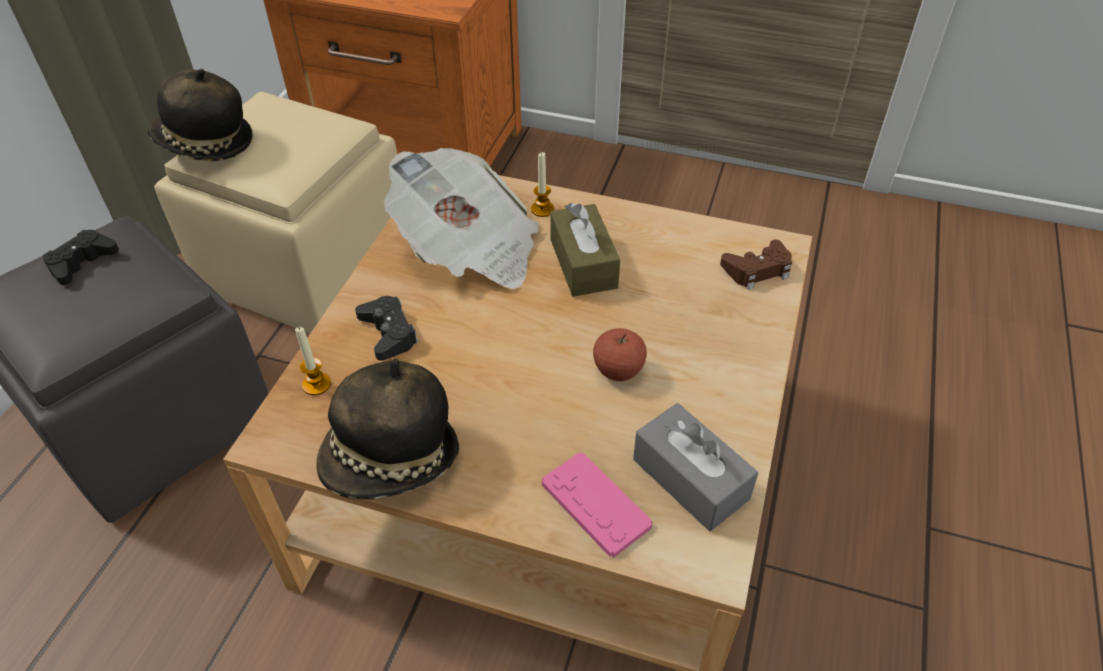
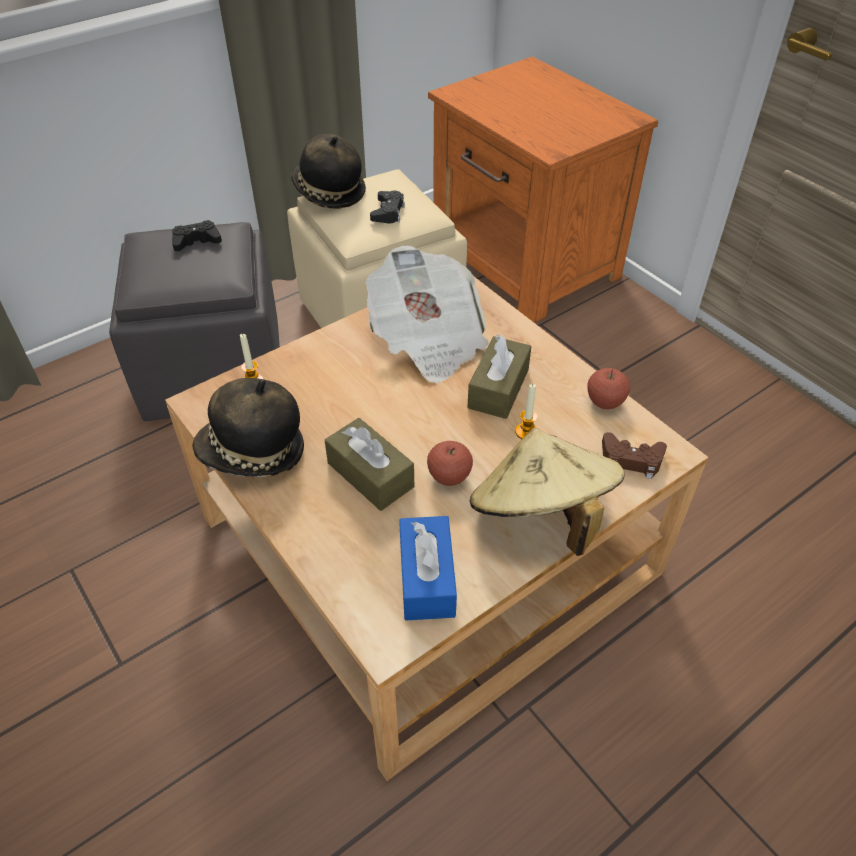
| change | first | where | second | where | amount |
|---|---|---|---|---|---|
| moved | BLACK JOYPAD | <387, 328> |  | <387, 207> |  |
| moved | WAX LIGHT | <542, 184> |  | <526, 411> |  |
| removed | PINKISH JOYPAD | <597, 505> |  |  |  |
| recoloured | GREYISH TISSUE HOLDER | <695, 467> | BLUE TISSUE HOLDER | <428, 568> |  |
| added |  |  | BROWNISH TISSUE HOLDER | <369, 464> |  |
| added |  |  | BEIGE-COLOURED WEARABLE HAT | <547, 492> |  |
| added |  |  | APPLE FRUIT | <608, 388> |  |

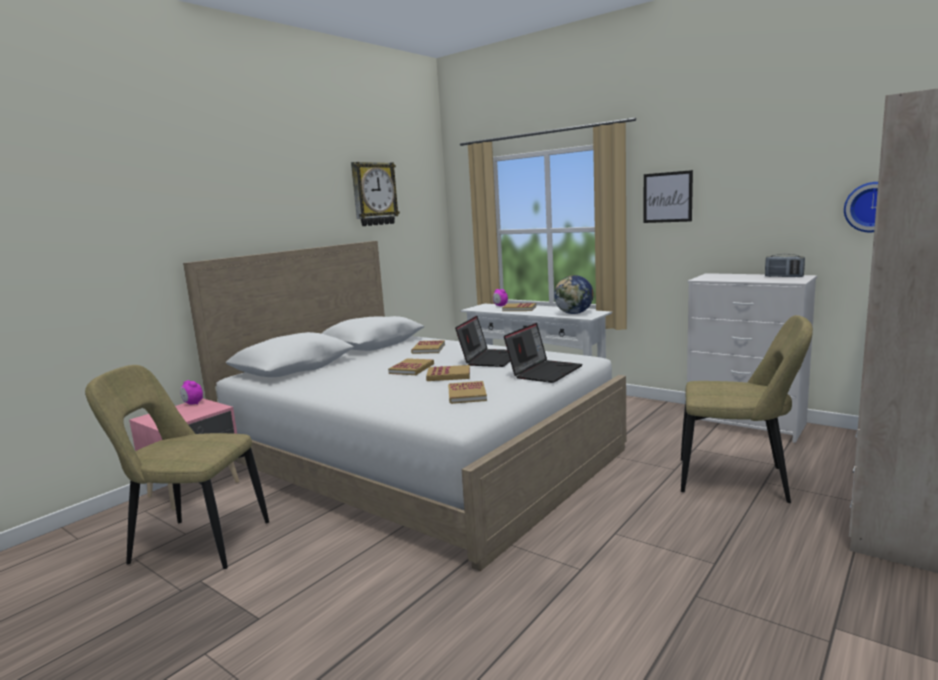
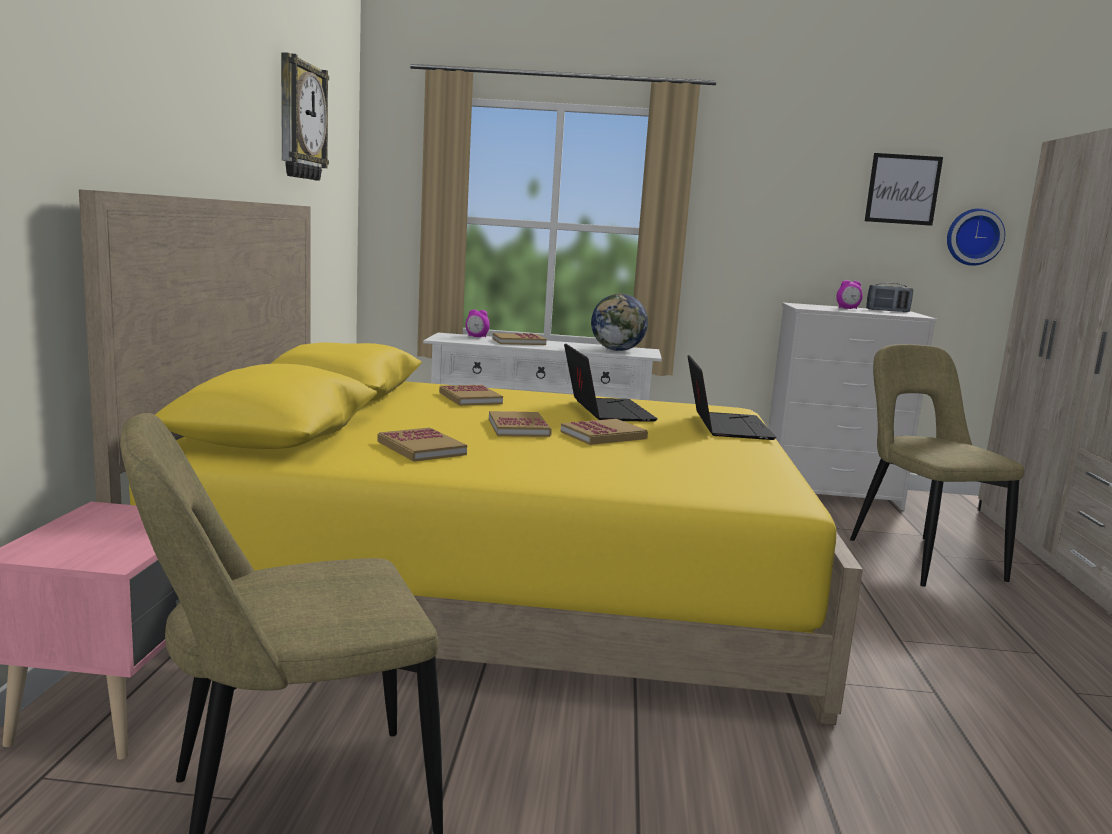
| change | first | where | second | where | amount |
|---|---|---|---|---|---|
| moved | TABLE CLOCK | <191, 392> |  | <849, 294> |  |
| recoloured | WHITISH SLEEPING BED | <404, 406> | YELLOW-COLOURED SLEEPING BED | <471, 457> |  |
| moved | BOUND BOOK | <467, 392> |  | <422, 444> |  |
| moved | WALL ART | <668, 196> |  | <904, 189> |  |
| turned | BEIGE-COLOURED UPRIGHT CHAIR | <747, 409> |  | <937, 465> | 90 degrees counterclockwise |

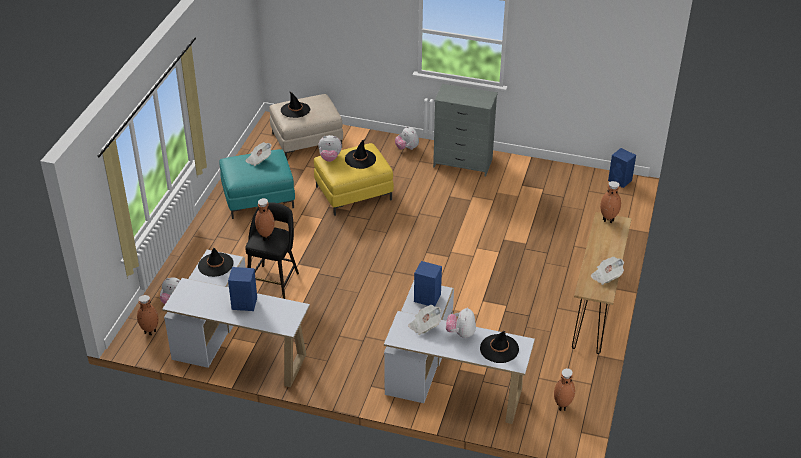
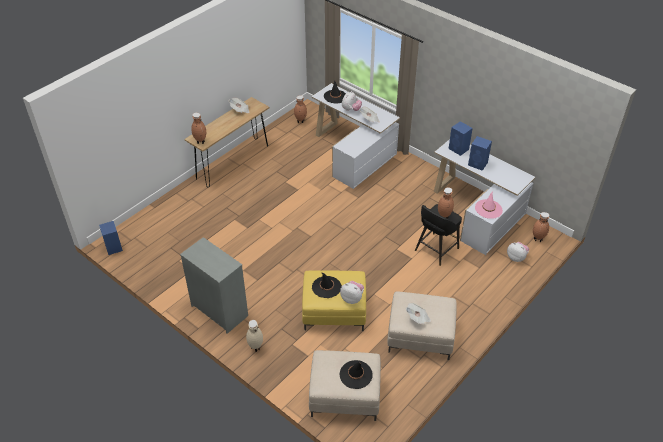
| change | first | where | second | where | amount |
|---|---|---|---|---|---|
| recoloured | BLACK WEARABLE HAT | <215, 262> | PINKISH WEARABLE HAT | <489, 205> |  |
| recoloured | BLUE-GREEN FOOTREST | <257, 184> | BEIGE-COLOURED FOOTREST | <422, 326> |  |
| replaced | SOFT TOY | <407, 138> | BEIGE-COLOURED VASE | <254, 336> |  |
| moved | BLUE SPEAKER | <428, 283> |  | <460, 138> |  |

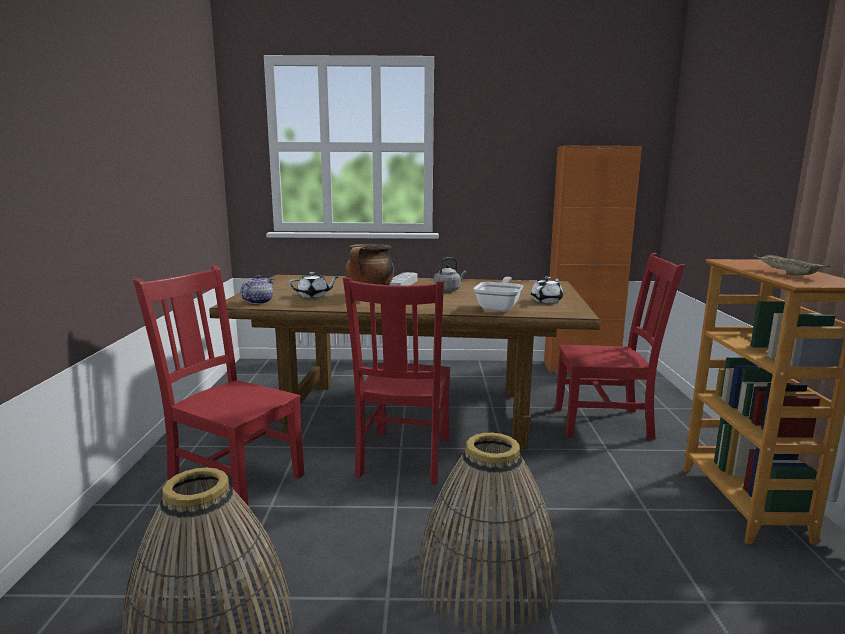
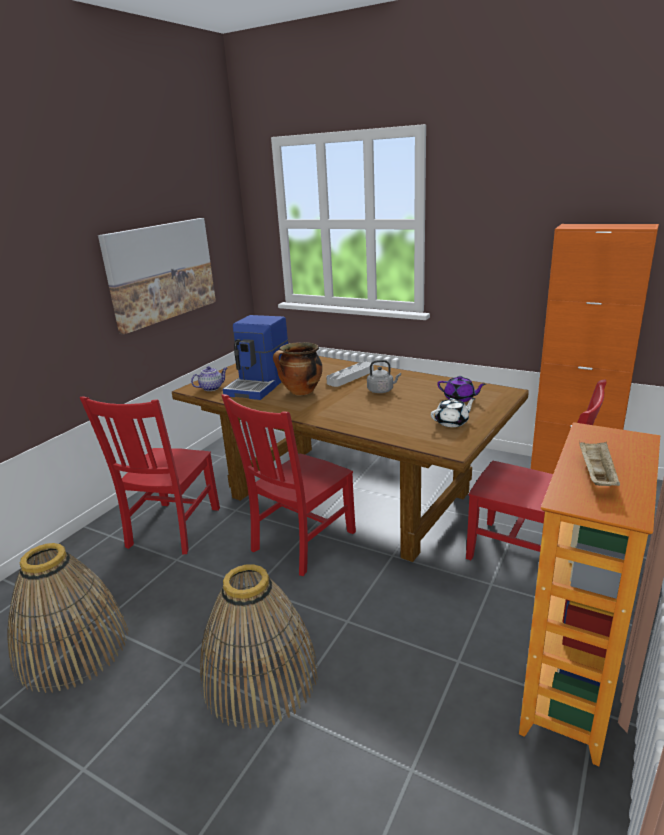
| change | first | where | second | where | amount |
|---|---|---|---|---|---|
| turned | RED UPRIGHT CHAIR | <219, 391> |  | <150, 476> | 135 degrees counterclockwise |
| replaced | WHITISH POT FOR TEA | <313, 285> | COFFEE MAKER | <255, 357> |  |
| removed | SKILLET | <498, 294> |  |  |  |
| added |  |  | WALL ART | <157, 276> |  |
| added |  |  | PURPLISH POT FOR TEA | <461, 389> |  |

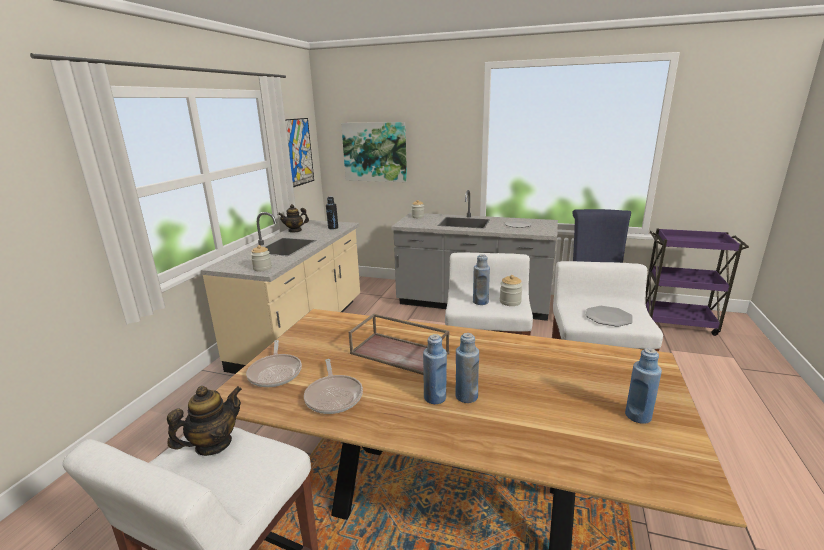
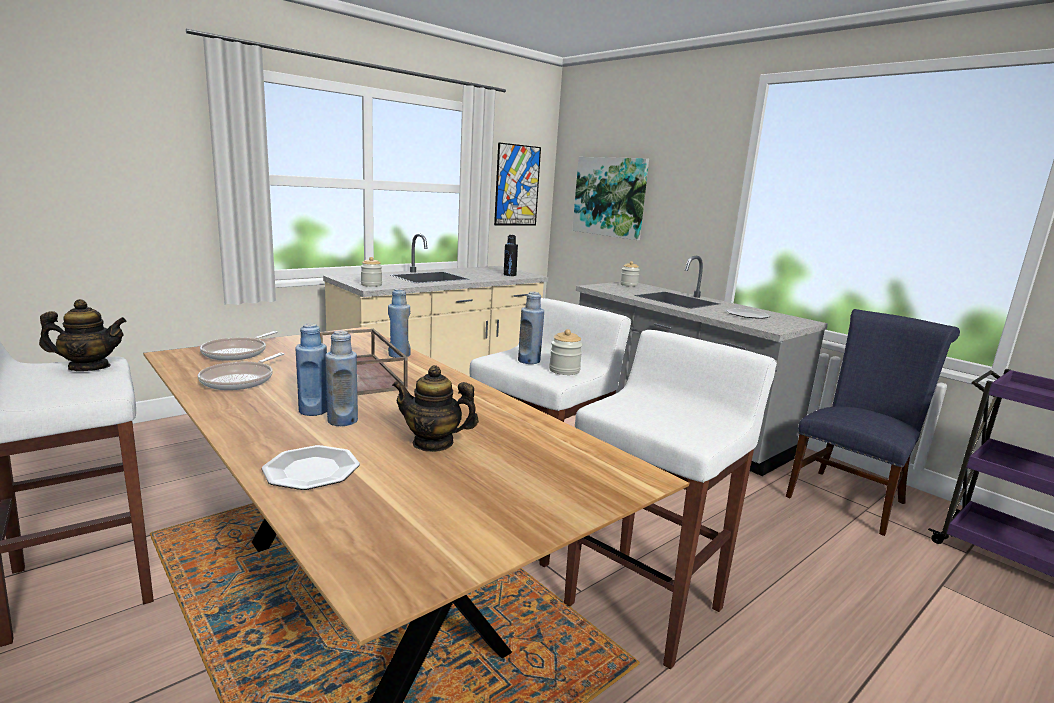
| change | first | where | second | where | amount |
|---|---|---|---|---|---|
| moved | POT FOR TEA | <293, 218> |  | <435, 408> |  |
| moved | PLATE | <609, 316> |  | <310, 467> |  |
| moved | BLUE BEVERAGE BOTTLE | <643, 386> |  | <399, 323> |  |

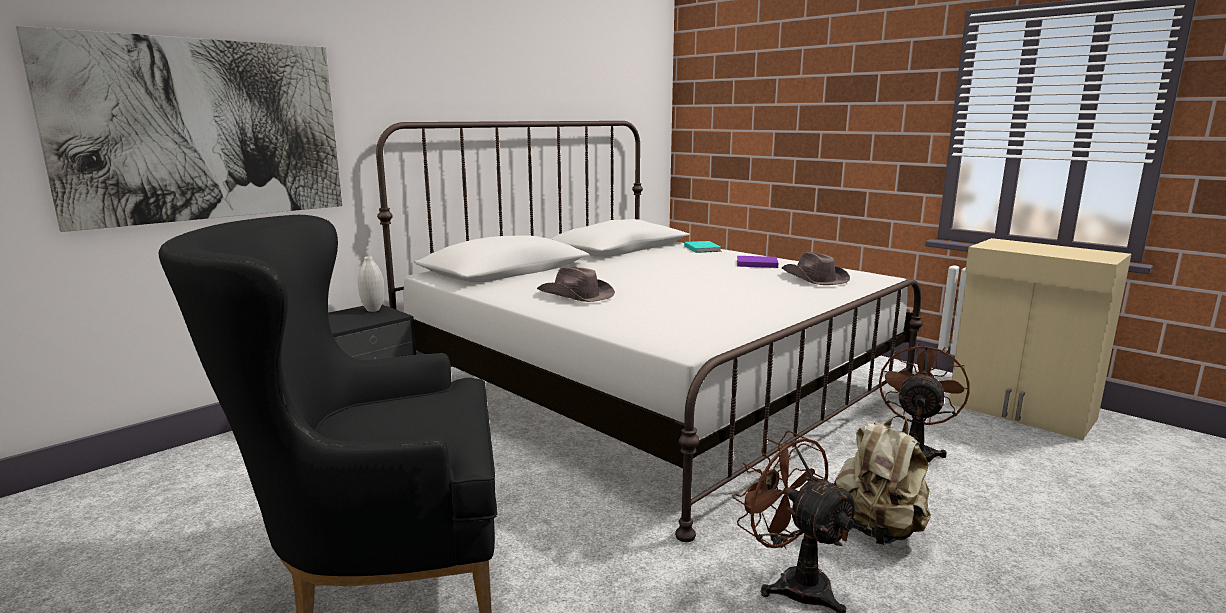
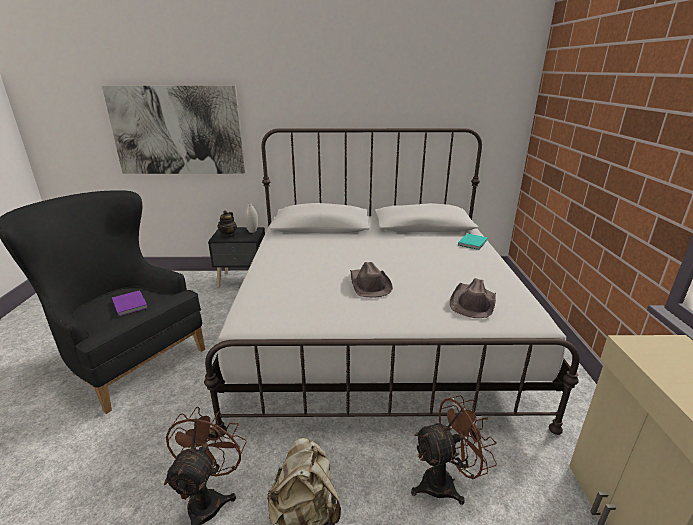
| change | first | where | second | where | amount |
|---|---|---|---|---|---|
| moved | BROWNISH WEARABLE HAT | <576, 284> |  | <371, 279> |  |
| moved | PURPLISH BOUND BOOK | <757, 262> |  | <130, 303> |  |
| added |  |  | POT FOR TEA | <227, 224> |  |

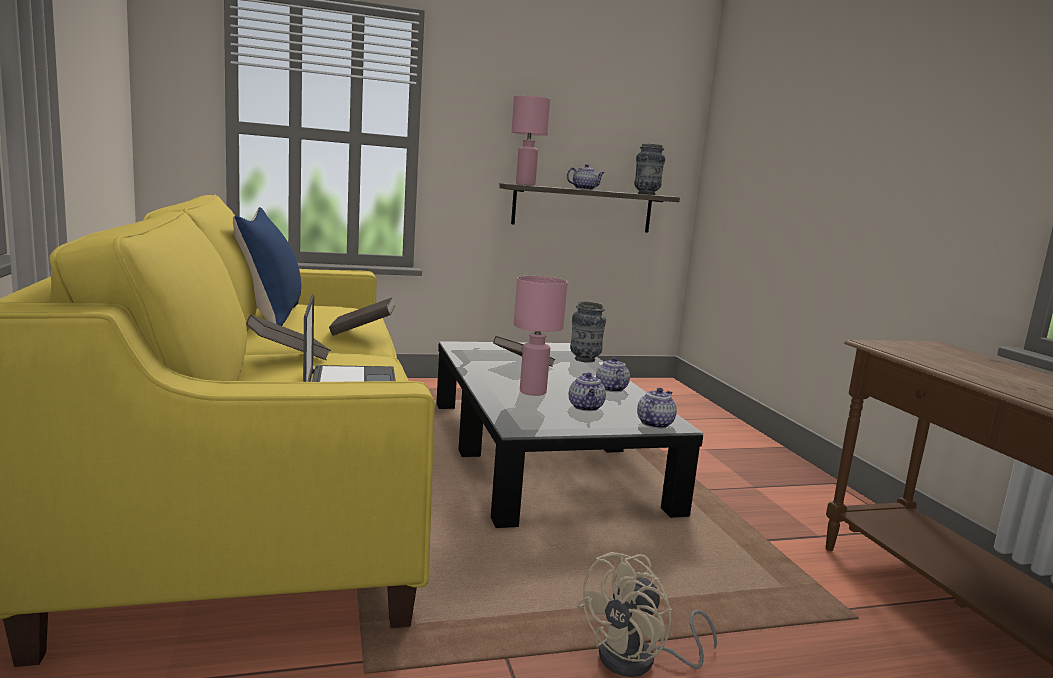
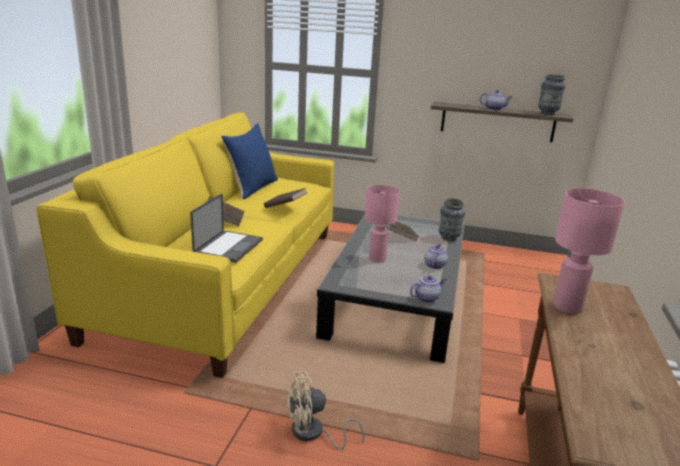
| change | first | where | second | where | amount |
|---|---|---|---|---|---|
| moved | PINKISH TABLE LAMP | <531, 141> |  | <589, 251> |  |
| removed | POT FOR TEA | <587, 392> |  |  |  |

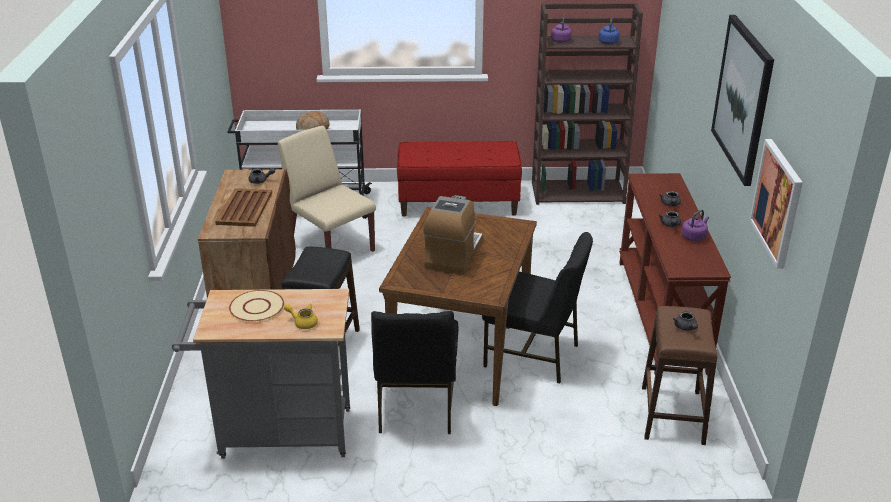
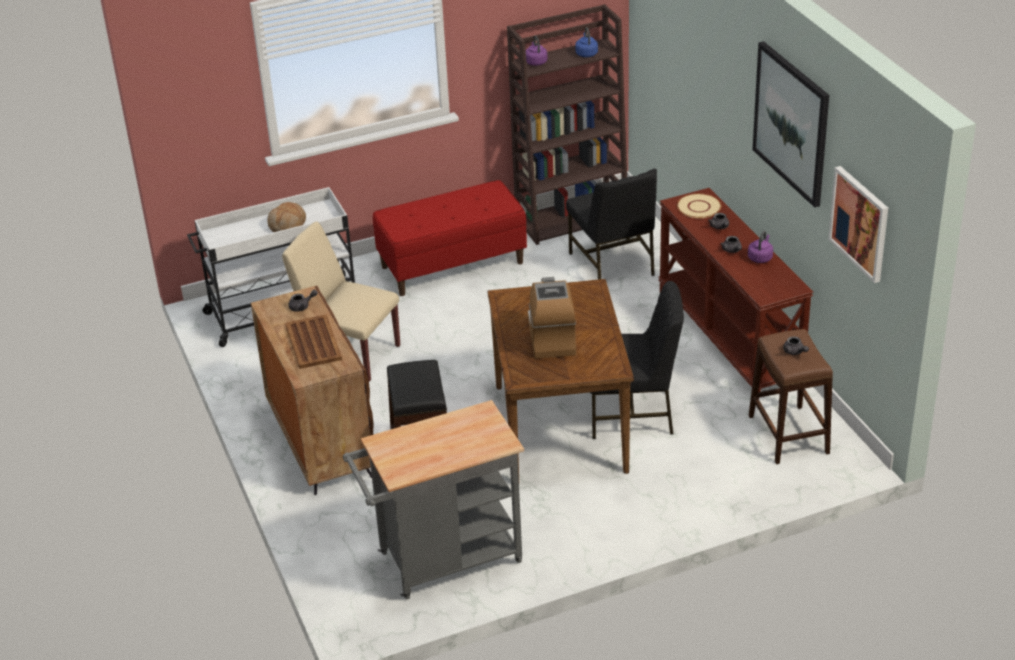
| change | first | where | second | where | amount |
|---|---|---|---|---|---|
| moved | BEIGE-COLOURED PLATE | <256, 306> |  | <699, 206> |  |
| removed | YELLOW-COLOURED POT FOR TEA | <301, 316> |  |  |  |
| moved | BLACK UPRIGHT CHAIR | <414, 372> |  | <611, 224> |  |

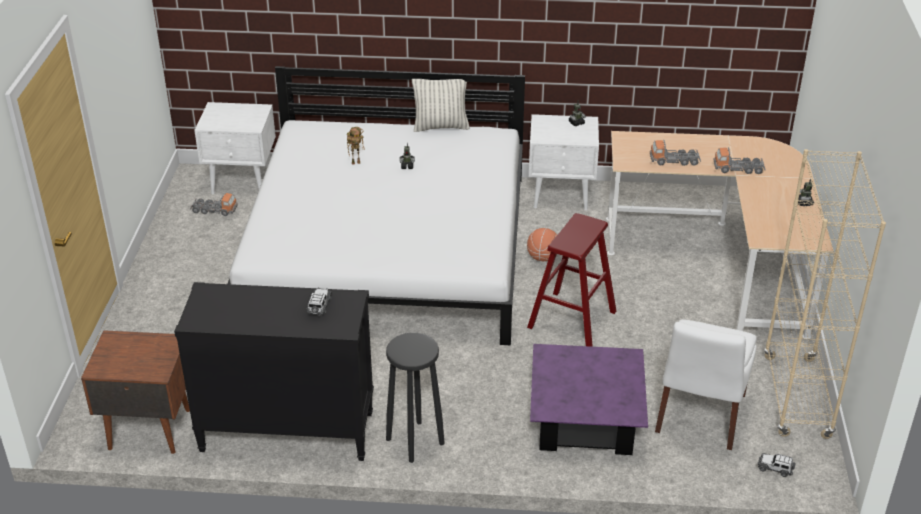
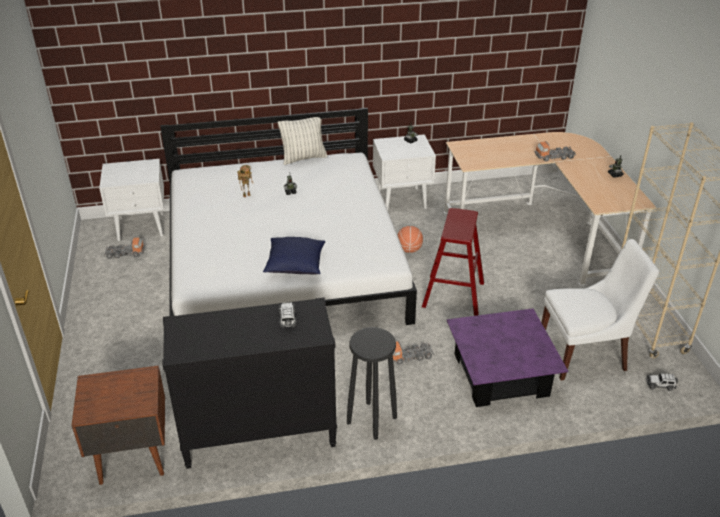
| change | first | where | second | where | amount |
|---|---|---|---|---|---|
| moved | MODEL TRUCK | <675, 153> |  | <413, 353> |  |
| turned | WHITISH UPRIGHT CHAIR | <706, 384> |  | <600, 310> | 105 degrees counterclockwise |
| added |  |  | BLUE PILLOW | <294, 256> |  |

